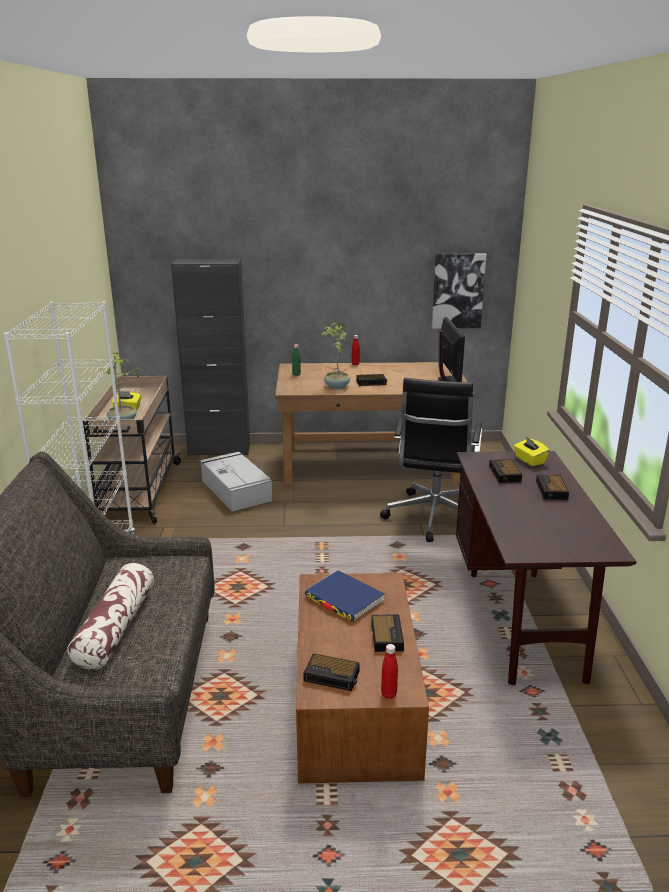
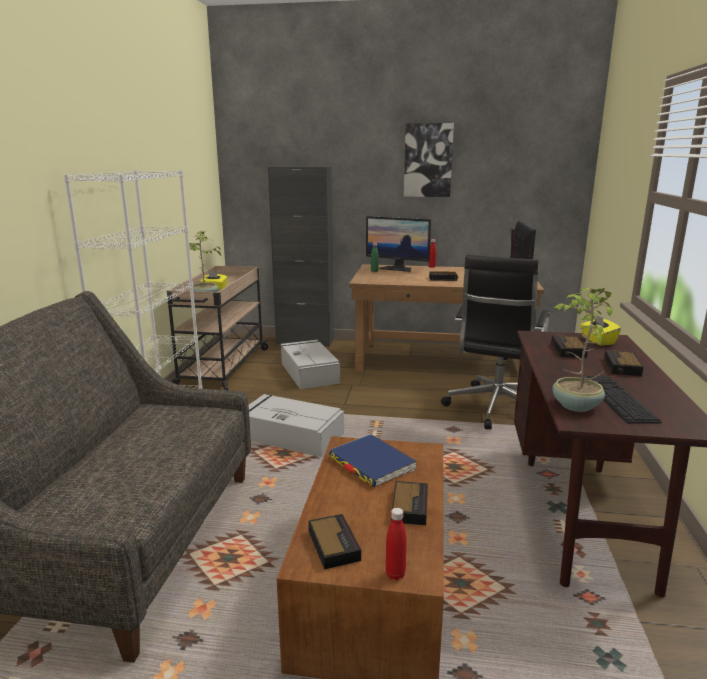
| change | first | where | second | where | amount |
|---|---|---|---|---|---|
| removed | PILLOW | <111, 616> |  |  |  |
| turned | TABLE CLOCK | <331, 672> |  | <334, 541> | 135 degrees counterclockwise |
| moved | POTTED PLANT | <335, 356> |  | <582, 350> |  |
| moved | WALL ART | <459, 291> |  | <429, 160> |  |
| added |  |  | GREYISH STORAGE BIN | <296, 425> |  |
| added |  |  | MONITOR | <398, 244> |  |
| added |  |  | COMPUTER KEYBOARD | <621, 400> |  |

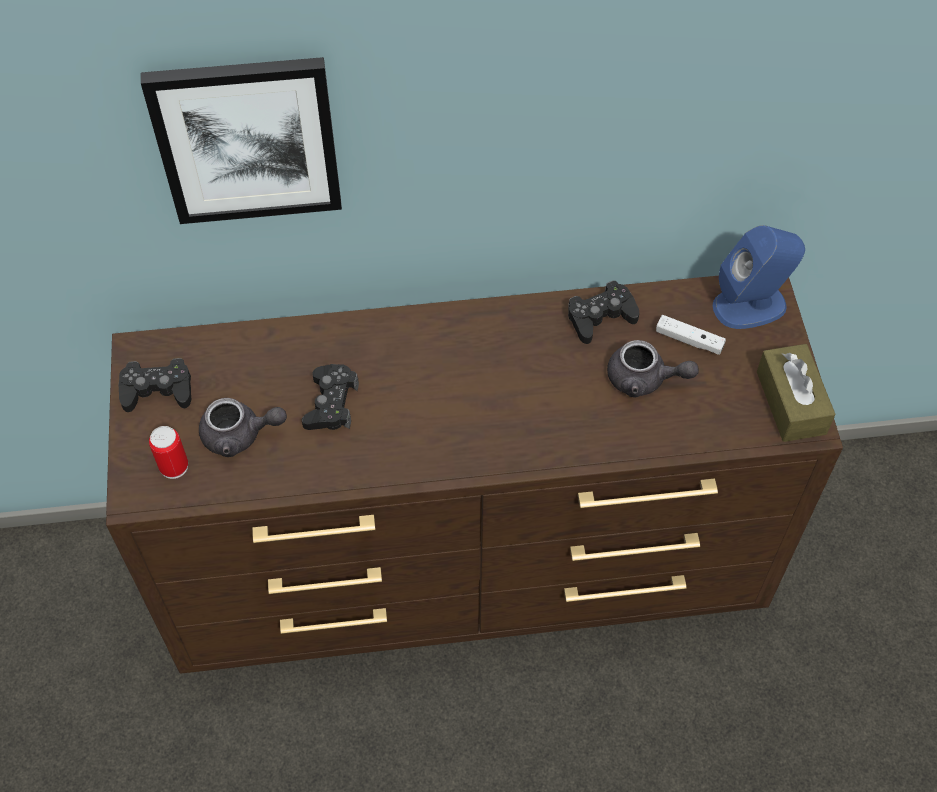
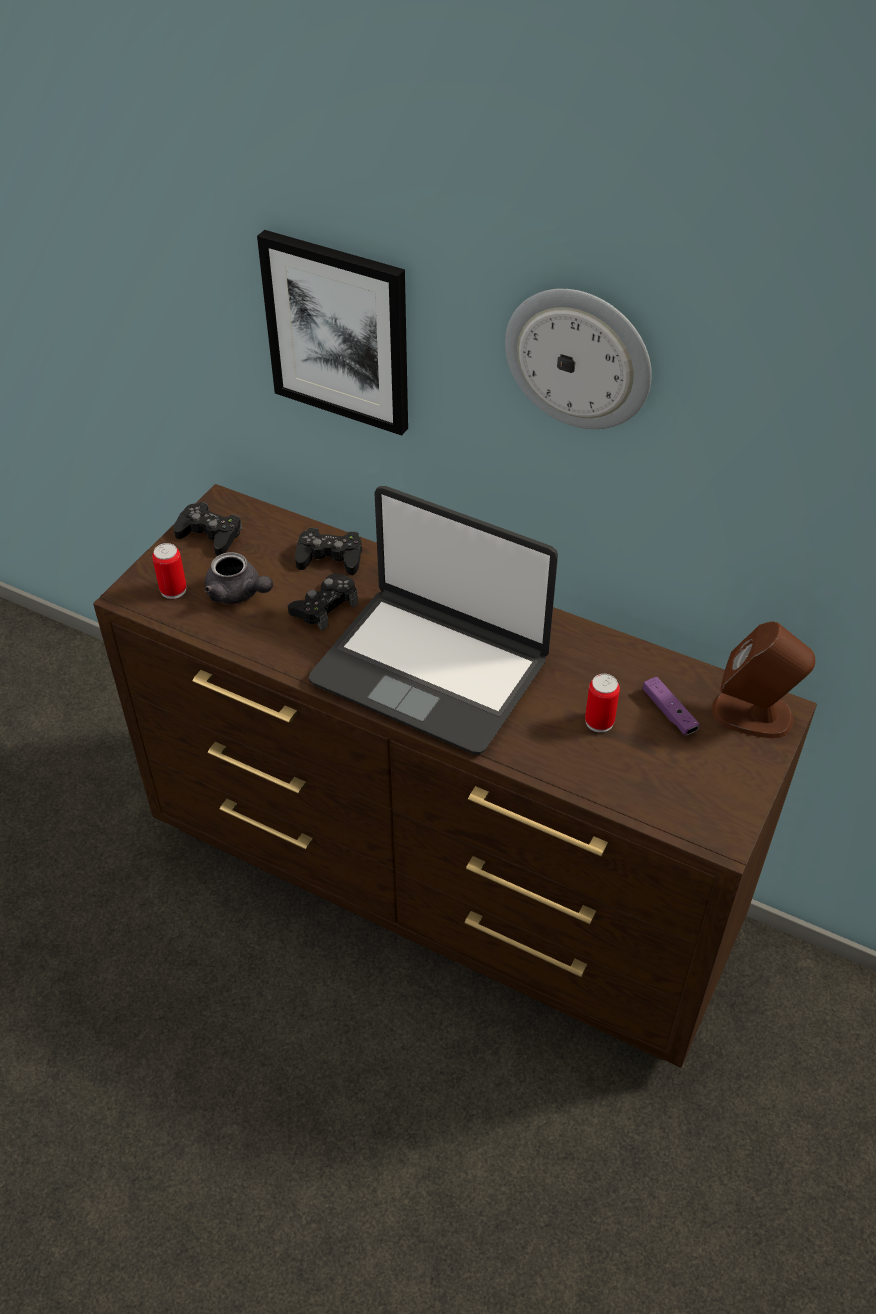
| change | first | where | second | where | amount |
|---|---|---|---|---|---|
| moved | BLACK JOYPAD | <603, 312> |  | <328, 551> |  |
| replaced | GREYISH POT FOR TEA | <653, 368> | CAN | <602, 703> |  |
| recoloured | WHITISH JOYPAD | <691, 335> | PURPLISH JOYPAD | <671, 706> |  |
| recoloured | BLUE SPEAKER | <759, 277> | BROWNISH SPEAKER | <763, 679> |  |
| removed | BROWNISH TISSUE HOLDER | <796, 393> |  |  |  |
| added |  |  | NOTEBOOK COMPUTER | <433, 620> |  |
| added |  |  | CLOCK ON THE WALL | <578, 359> |  |

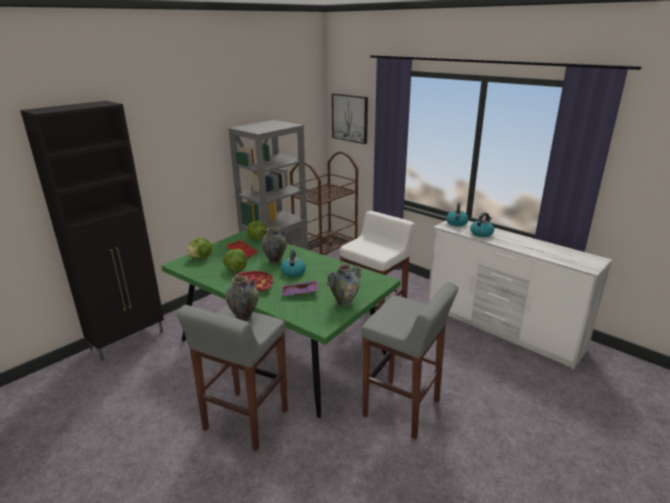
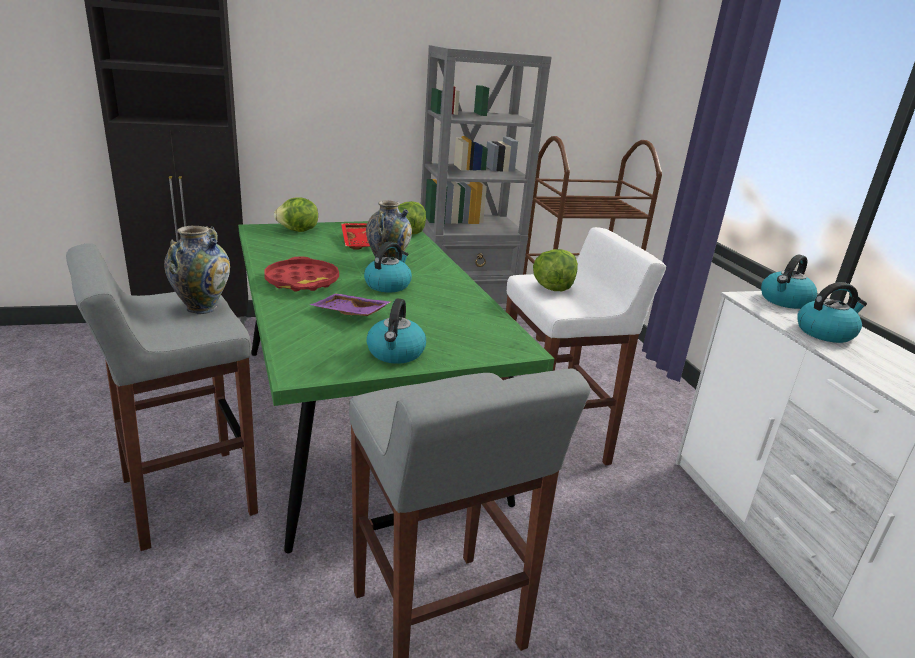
| change | first | where | second | where | amount |
|---|---|---|---|---|---|
| moved | HEAD OF LETTUCE | <235, 260> |  | <555, 270> |  |
| replaced | VASE | <344, 285> | WATER KETTLE | <396, 331> |  |
| removed | WALL ART | <350, 118> |  |  |  |

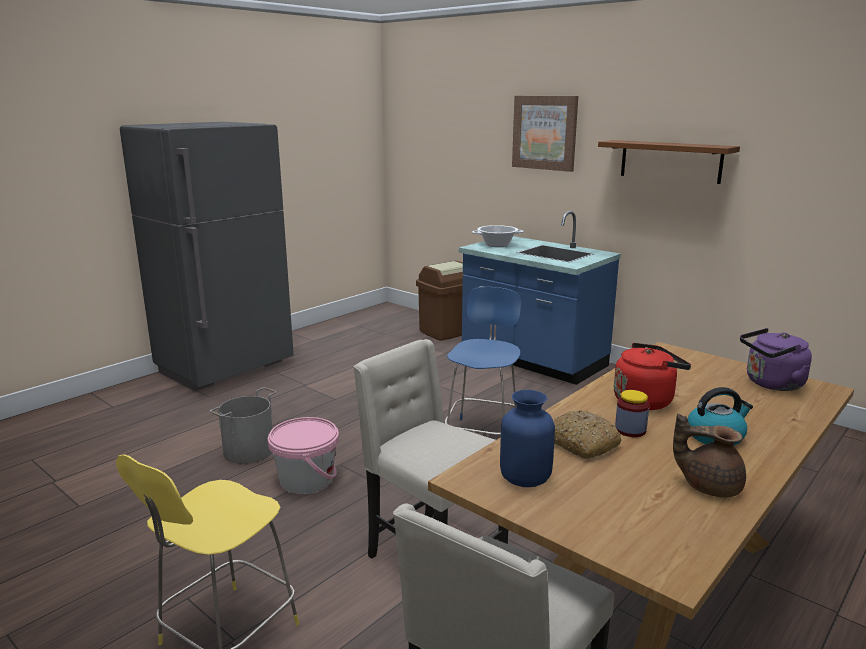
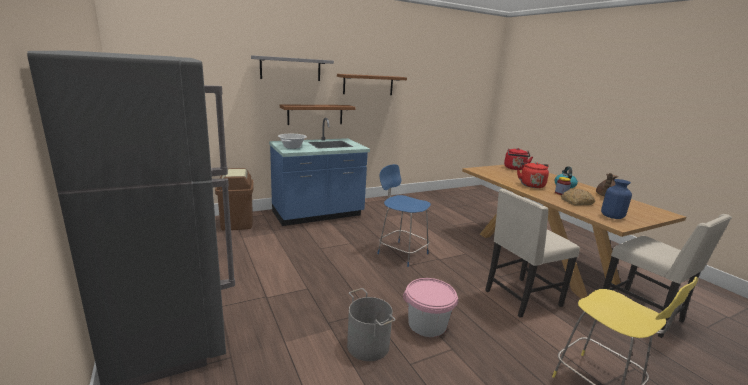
| change | first | where | second | where | amount |
|---|---|---|---|---|---|
| replaced | WALL ART | <545, 134> | GREYISH BRACKET SHELF | <292, 68> |  |
| recoloured | PURPLISH WATER KETTLE | <776, 359> | RED WATER KETTLE | <518, 159> |  |
| added |  |  | BROWNISH BRACKET SHELF | <318, 114> |  |

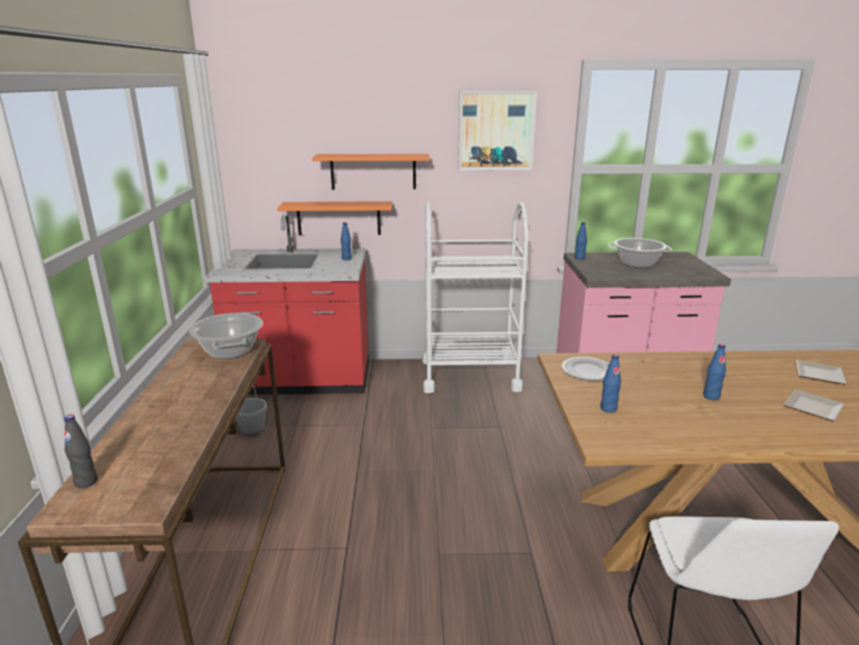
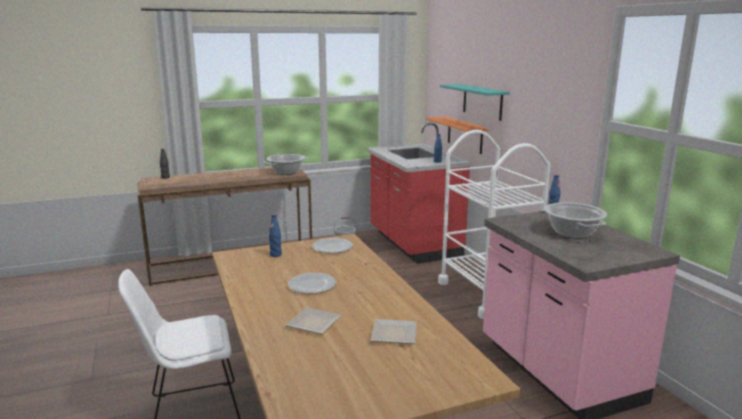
| change | first | where | second | where | amount |
|---|---|---|---|---|---|
| recoloured | ORANGE-COLOURED BRACKET SHELF | <371, 172> | BLUE-GREEN BRACKET SHELF | <475, 102> |  |
| removed | WALL ART | <497, 130> |  |  |  |
| replaced | BLUE BEVERAGE BOTTLE | <714, 372> | PLATE | <312, 283> |  |

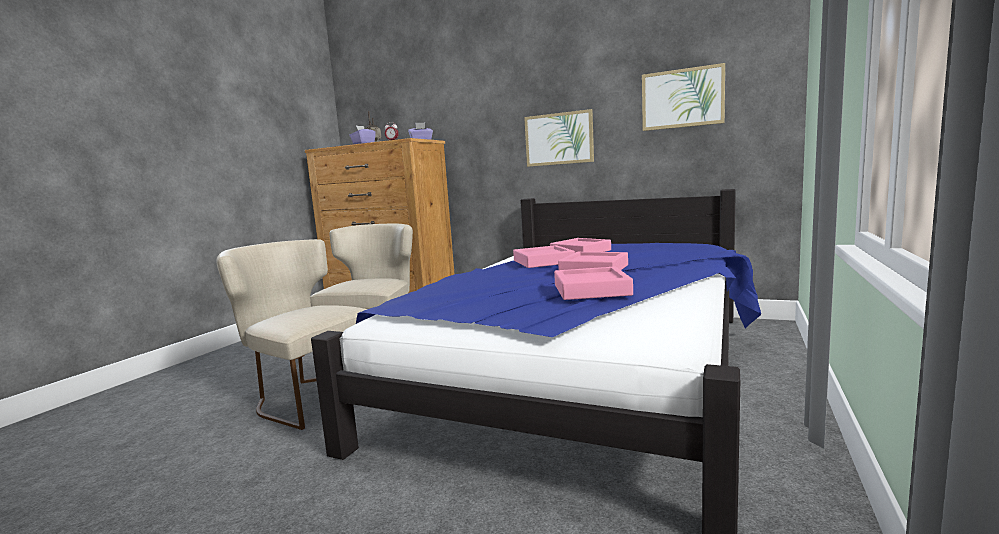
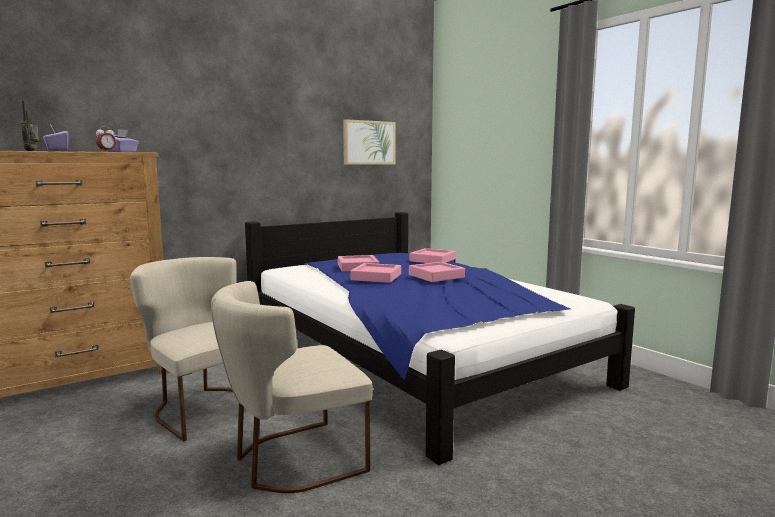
| change | first | where | second | where | amount |
|---|---|---|---|---|---|
| removed | WALL ART | <559, 138> |  |  |  |
| moved | PINKISH CARRYING TRAY | <593, 283> |  | <432, 255> |  |

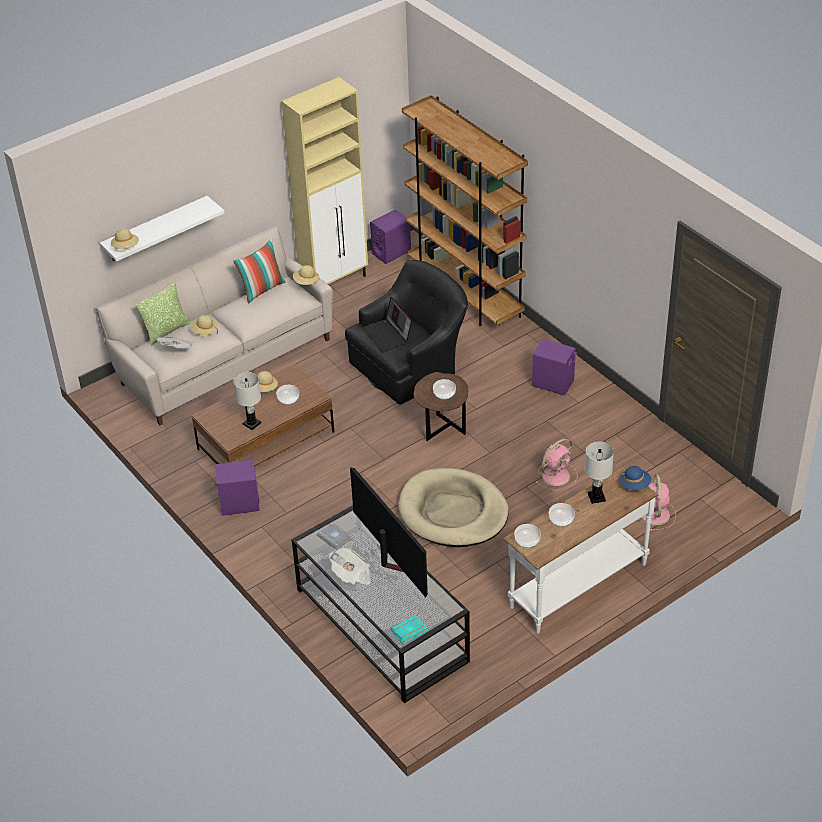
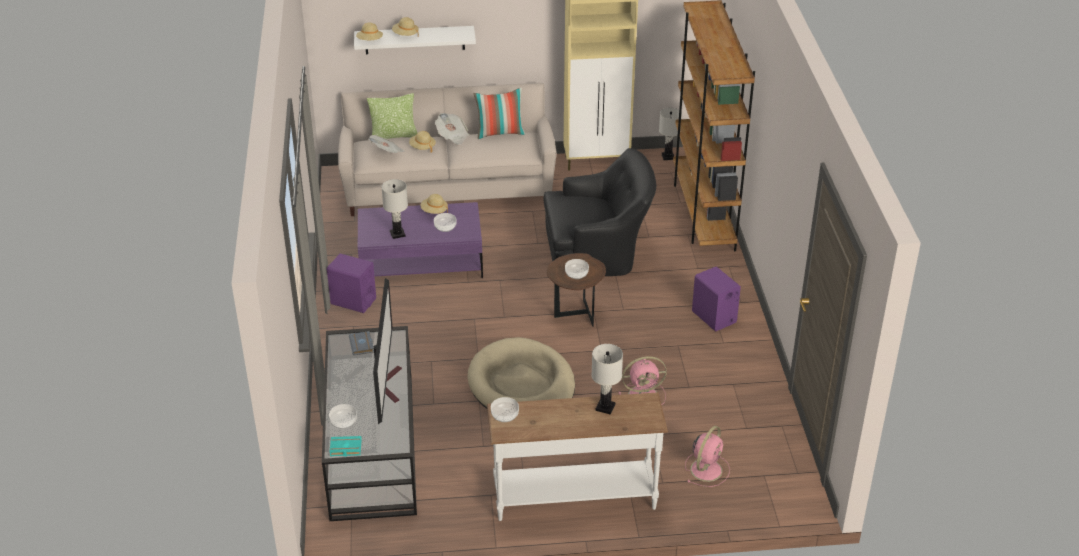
| change | first | where | second | where | amount |
|---|---|---|---|---|---|
| recoloured | BROWNISH COFFEE TABLE | <263, 415> | PURPLISH COFFEE TABLE | <420, 240> |  |
| moved | BEIGE-COLOURED WEARABLE HAT | <306, 275> |  | <405, 27> |  |
| moved | DAILY PAPER | <349, 566> |  | <452, 129> |  |
| removed | NOTEBOOK COMPUTER | <387, 324> |  |  |  |
| replaced | PURPLISH SPEAKER | <390, 236> | WHITISH TABLE LAMP | <670, 134> |  |
| moved | SERVING BOWL | <562, 515> |  | <343, 416> |  |
| removed | BLUE WEARABLE HAT | <635, 478> |  |  |  |

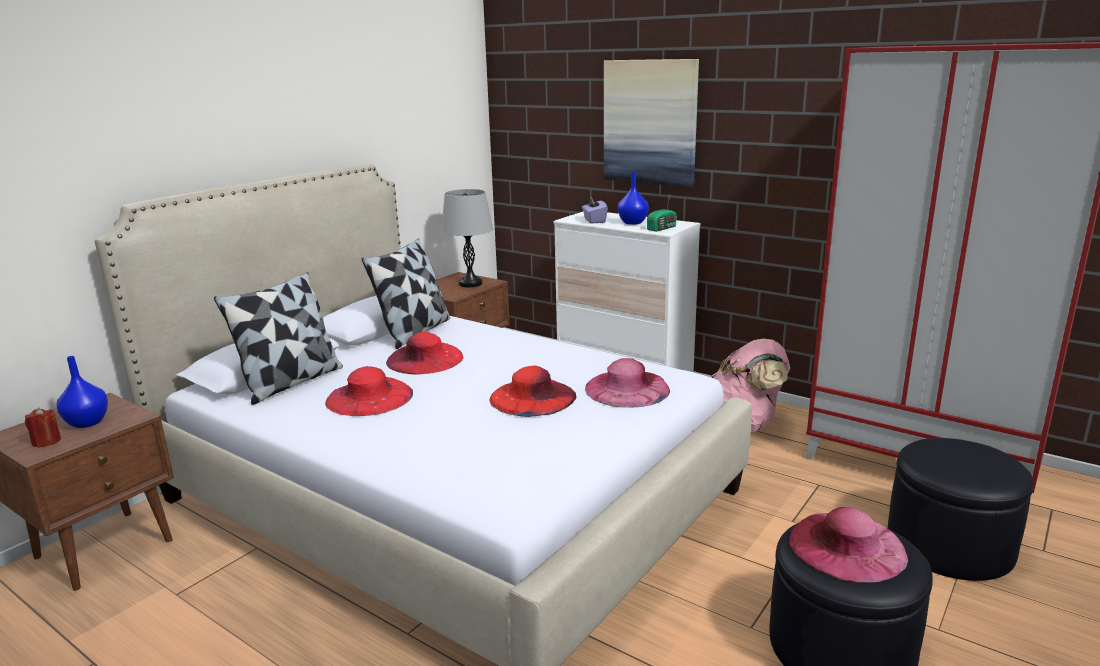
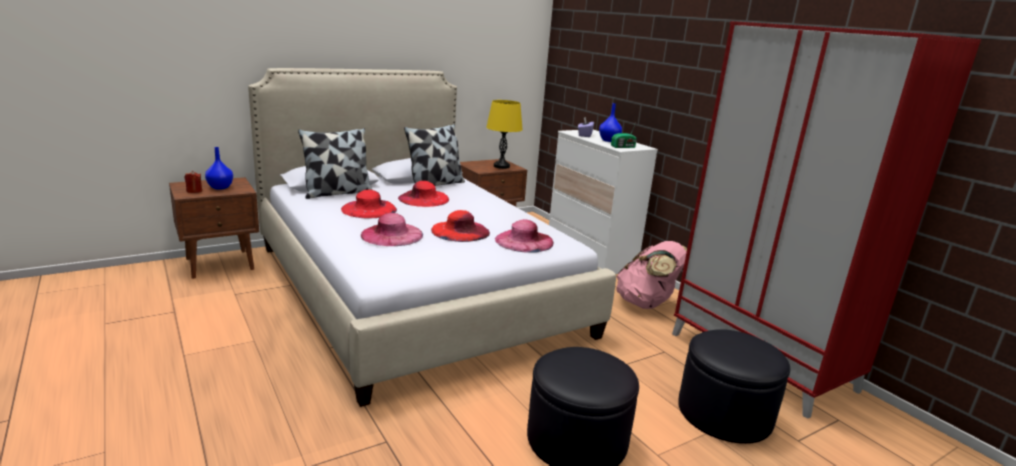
| change | first | where | second | where | amount |
|---|---|---|---|---|---|
| recoloured | GREYISH TABLE LAMP | <467, 238> | YELLOW-COLOURED TABLE LAMP | <504, 134> |  |
| removed | WALL ART | <651, 123> |  |  |  |
| moved | PINKISH WEARABLE HAT | <848, 544> |  | <392, 229> |  |

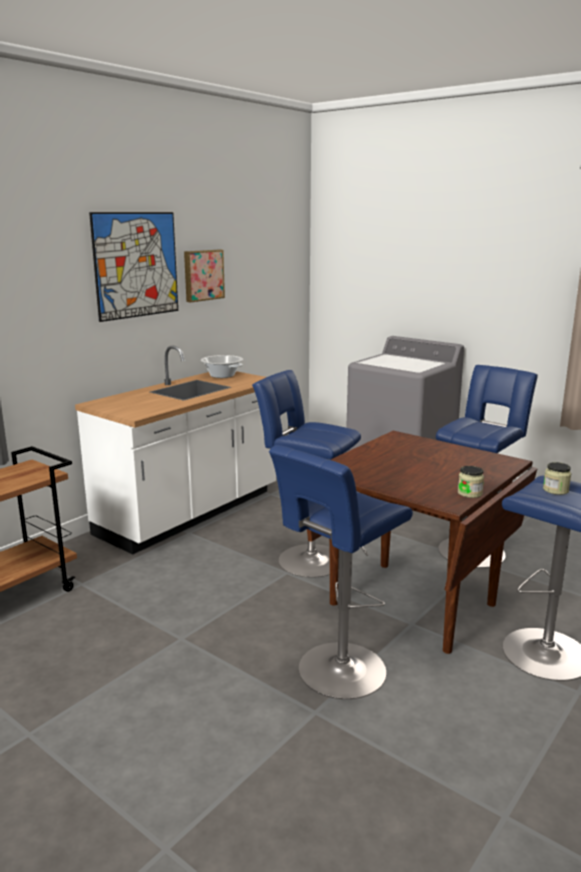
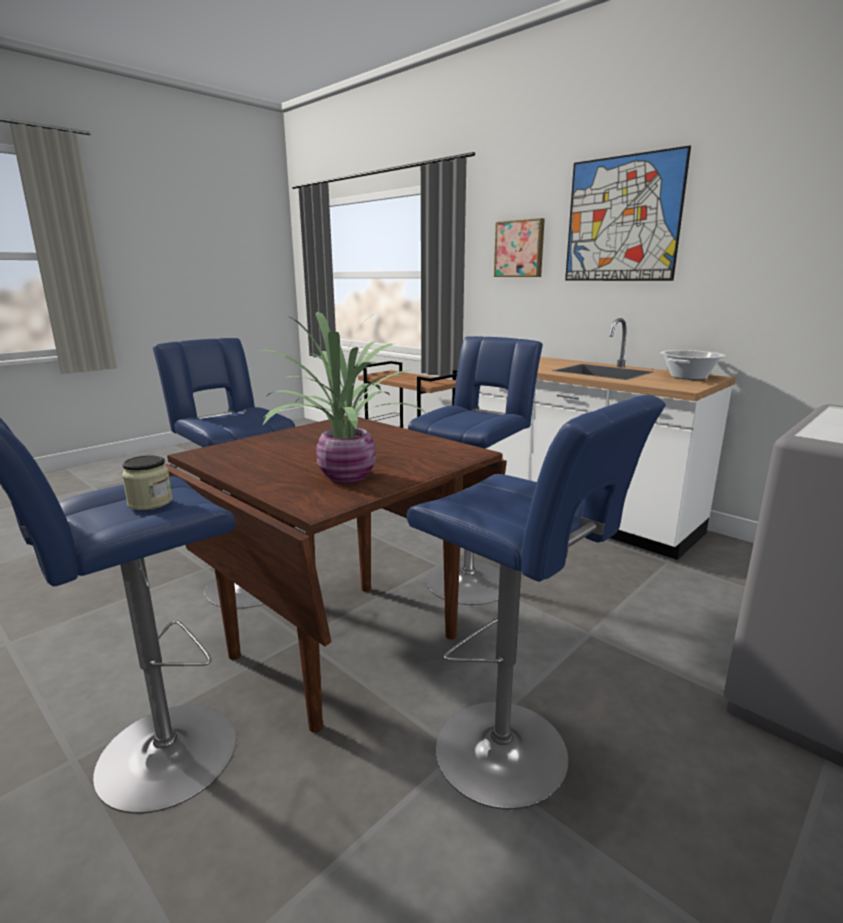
| change | first | where | second | where | amount |
|---|---|---|---|---|---|
| moved | WALL ART | <204, 276> |  | <519, 247> |  |
| removed | PRESERVE JAR | <470, 482> |  |  |  |
| added |  |  | POTTED PLANT | <343, 397> |  |

